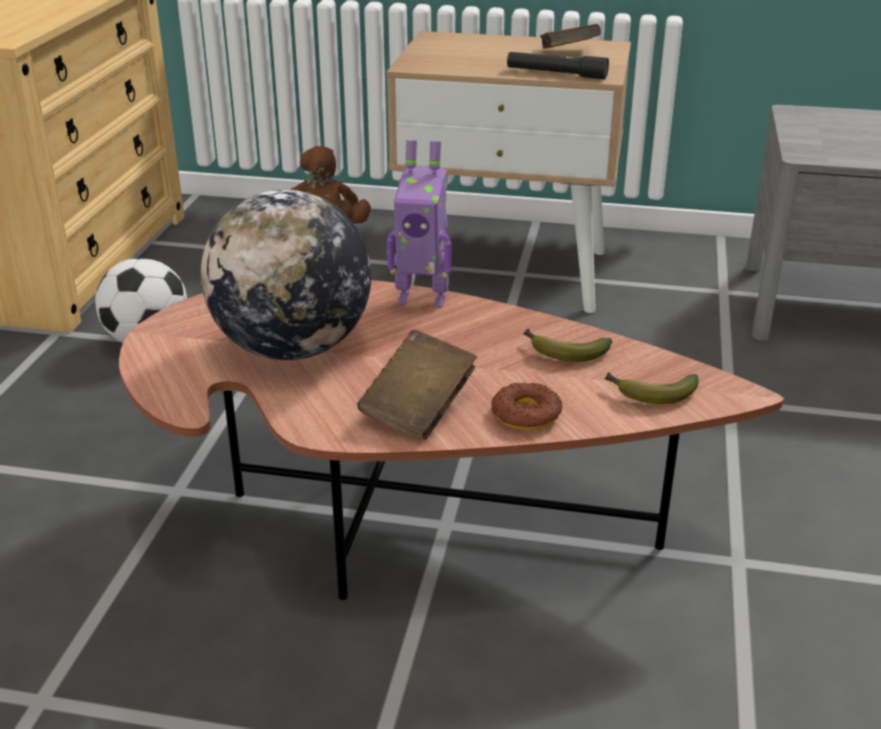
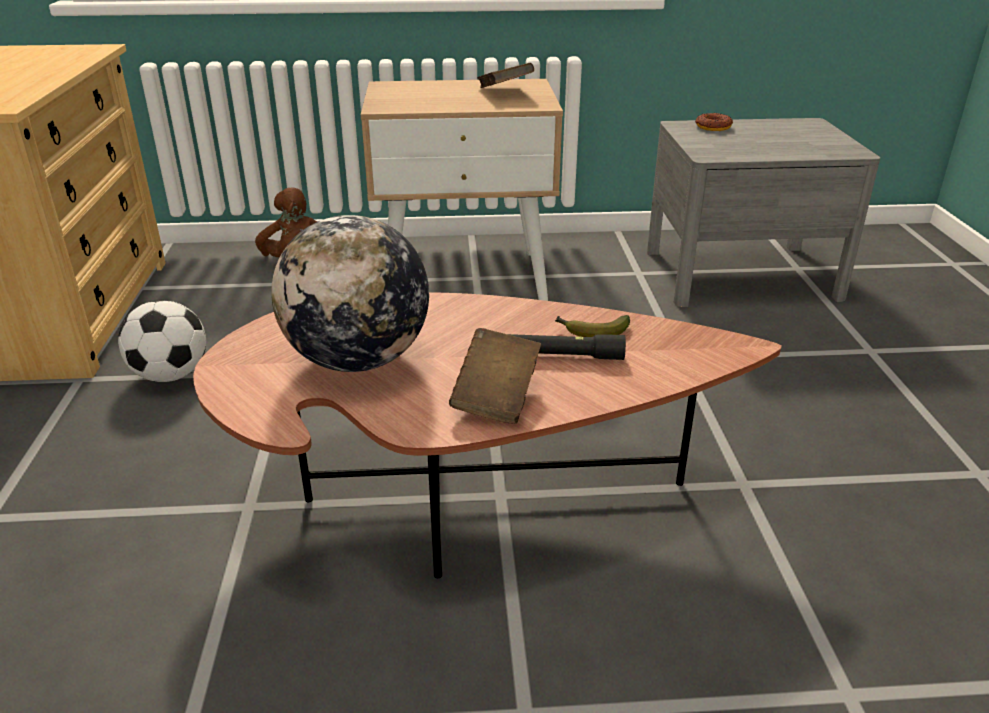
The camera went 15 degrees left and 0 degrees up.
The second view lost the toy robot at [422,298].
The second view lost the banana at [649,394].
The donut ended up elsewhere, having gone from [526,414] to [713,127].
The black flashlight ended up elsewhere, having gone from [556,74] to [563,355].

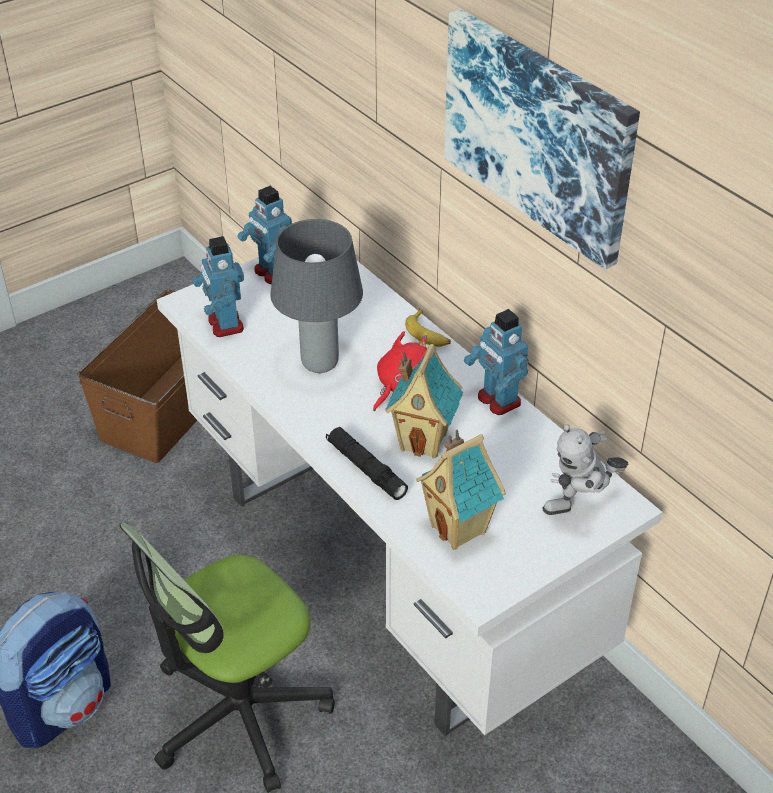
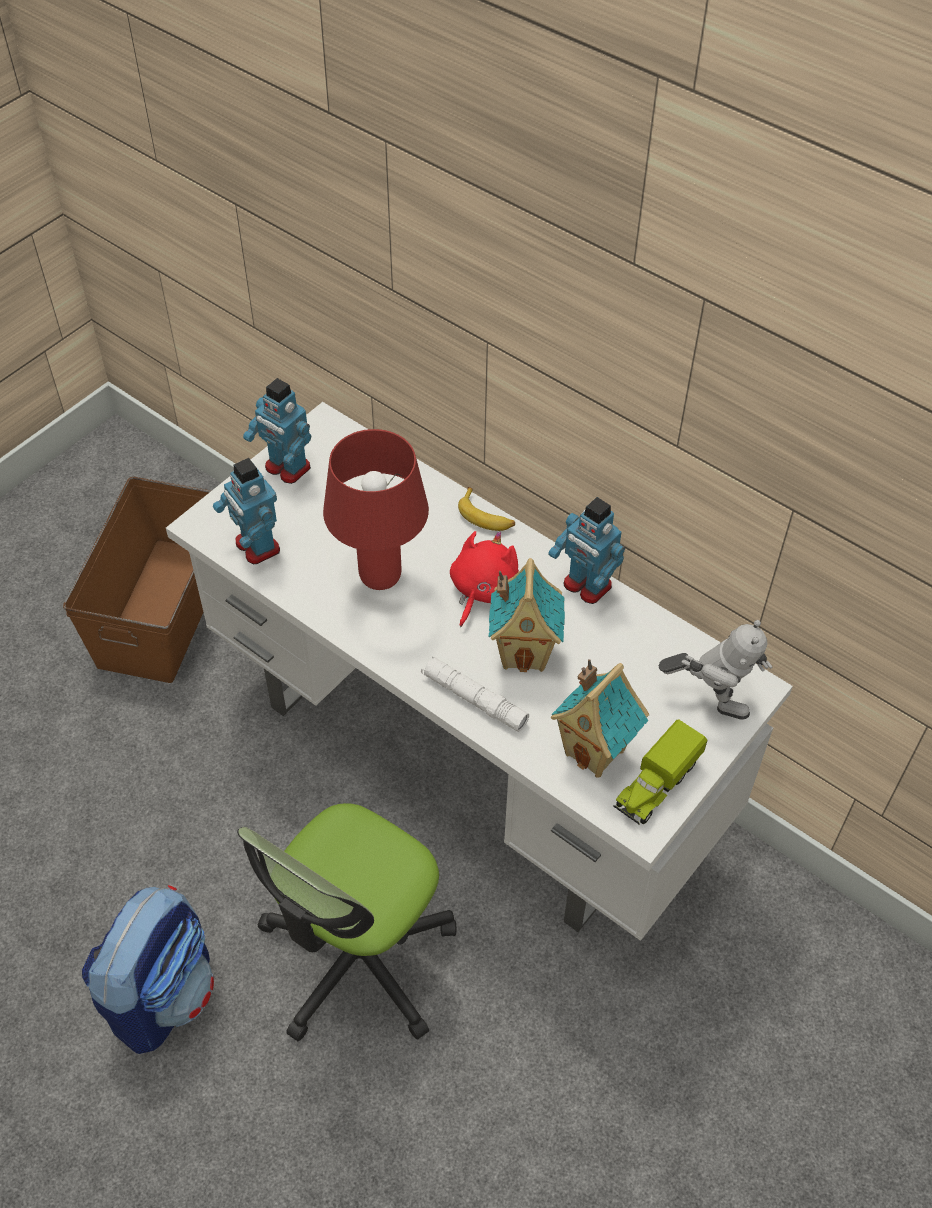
The camera went 15 degrees left and 10 degrees up.
The second view lost the picture at [539,134].
The second view gained the toy truck at [656,785].
What was the grey table lamp at [319,363] turned into the red table lamp at [379,577].
What was the black flashlight at [366,469] turned into the white flashlight at [474,699].
The toy robot at [580,508] ended up facing another way, 120 degrees counterclockwise from before.

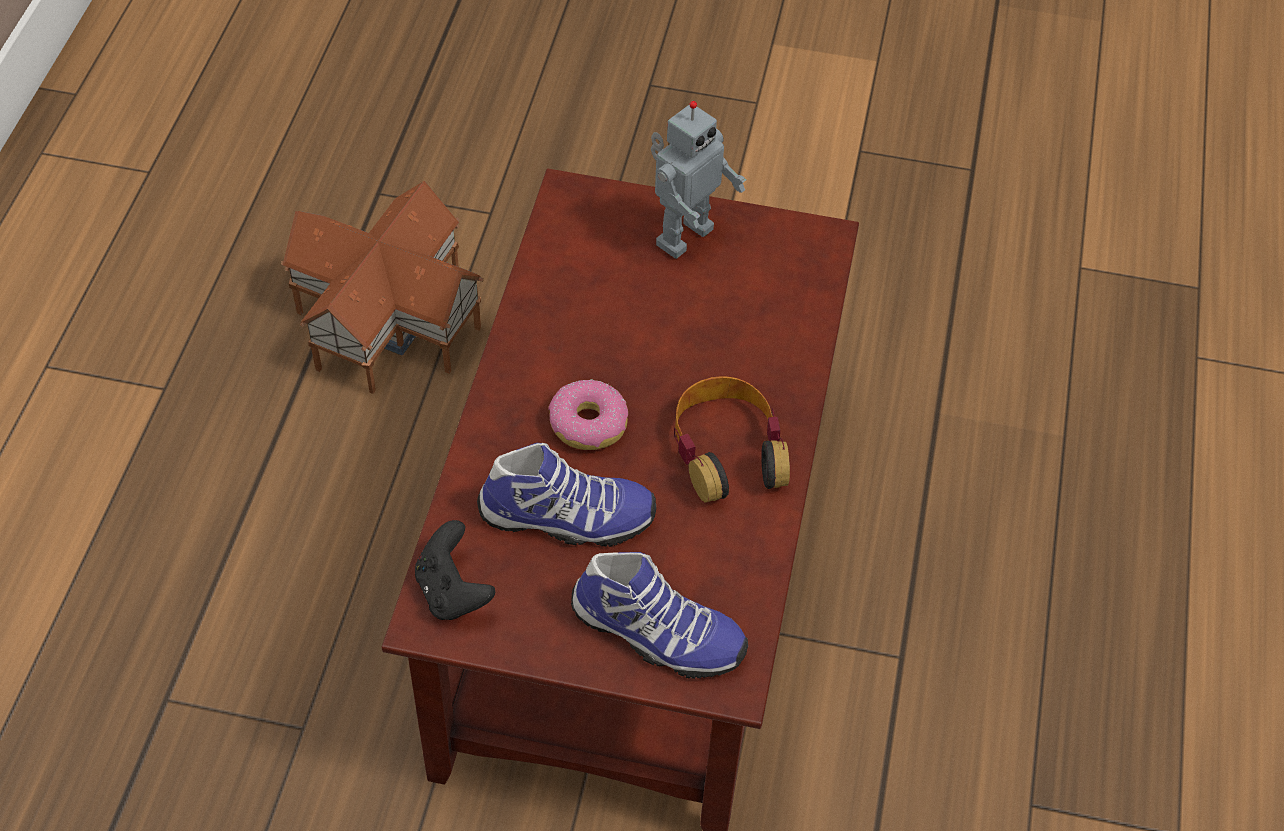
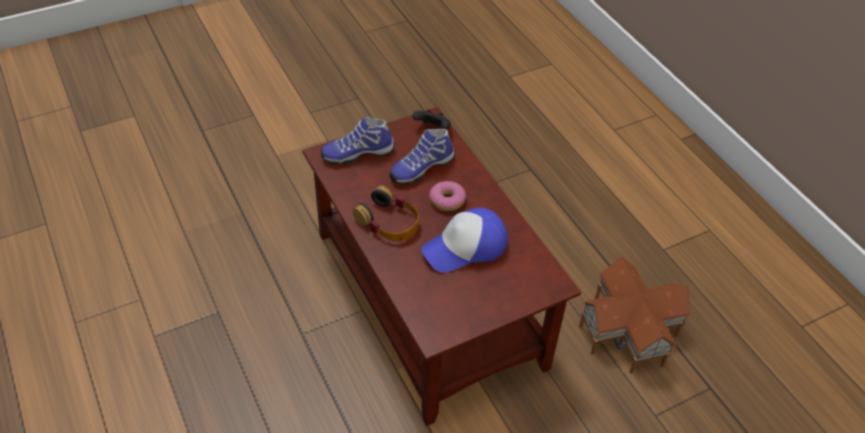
The camera went 140 degrees right and 5 degrees down.
The second view lost the toy robot at [682,235].
The second view gained the cap at [465,247].

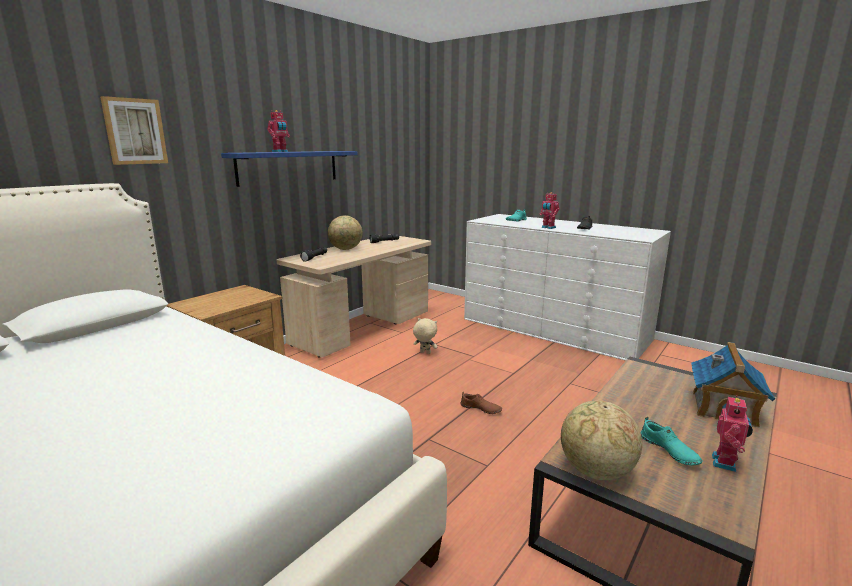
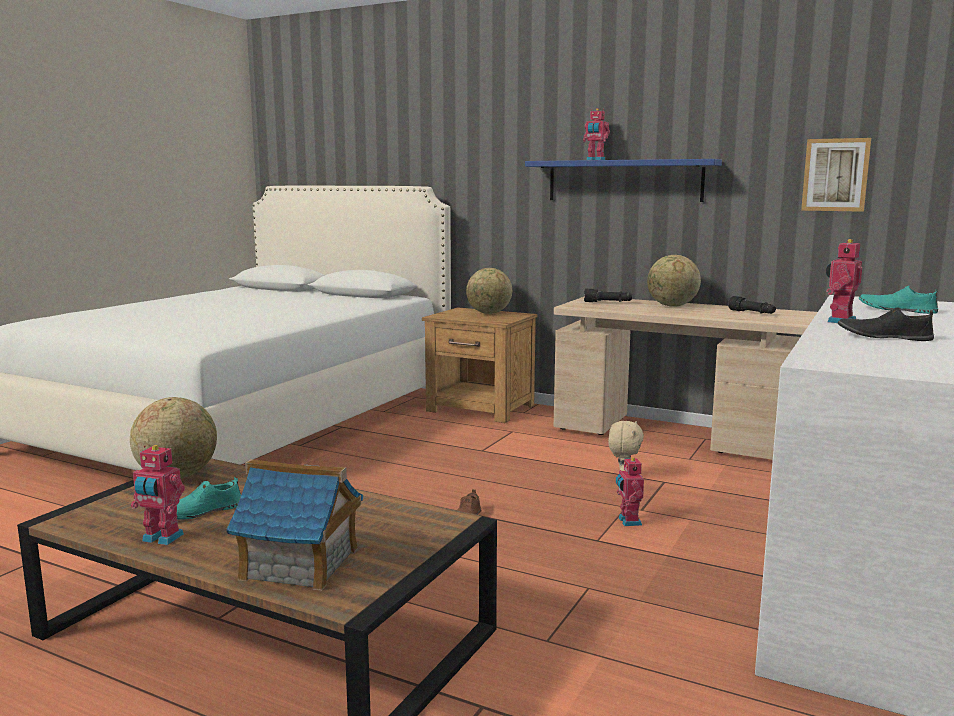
The camera went 80 degrees right and 5 degrees down.
The second view gained the globe at [489,313].
The second view gained the toy robot at [628,521].
The picture ended up elsewhere, having gone from [135,131] to [835,175].

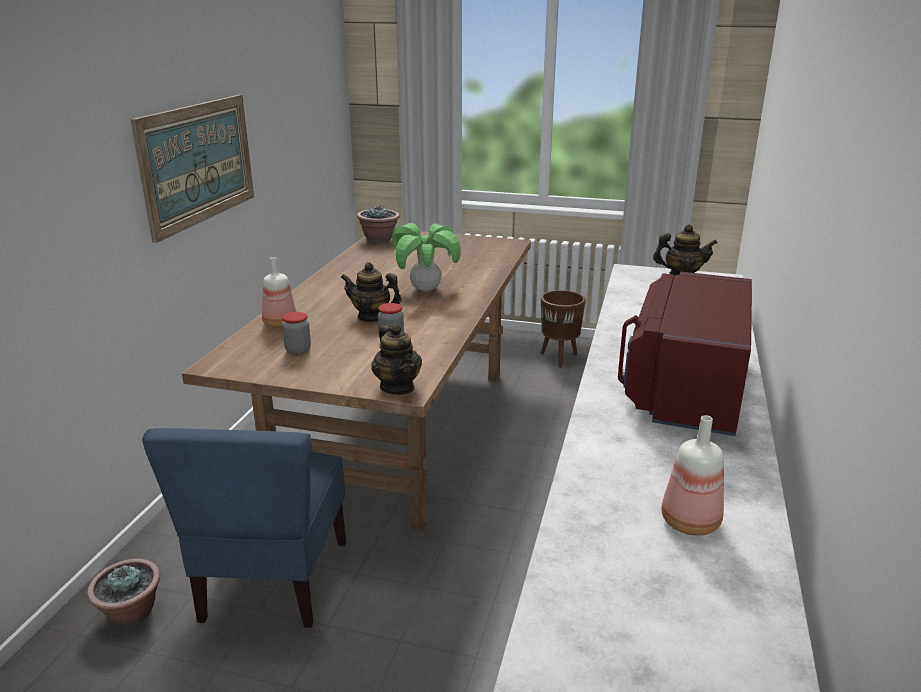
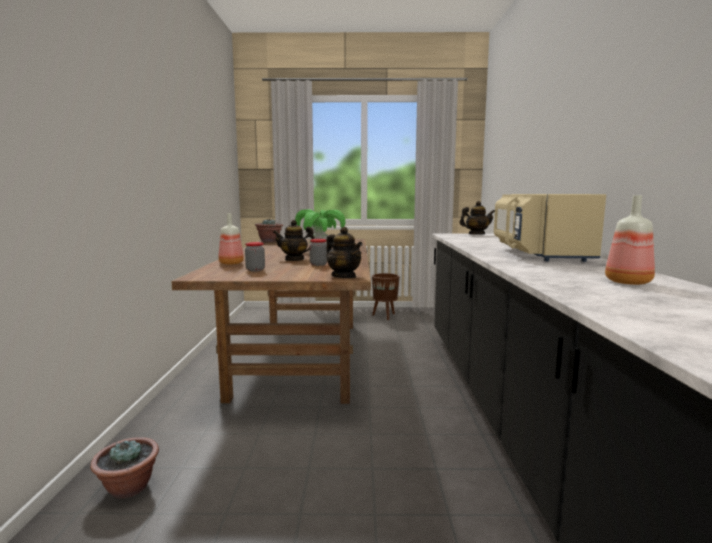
The camera went 15 degrees left and 15 degrees down.
The second view lost the picture at [198,163].
The second view lost the blue chair at [273,581].
What was the red microwave at [684,388] turned into the beige microwave at [538,254].

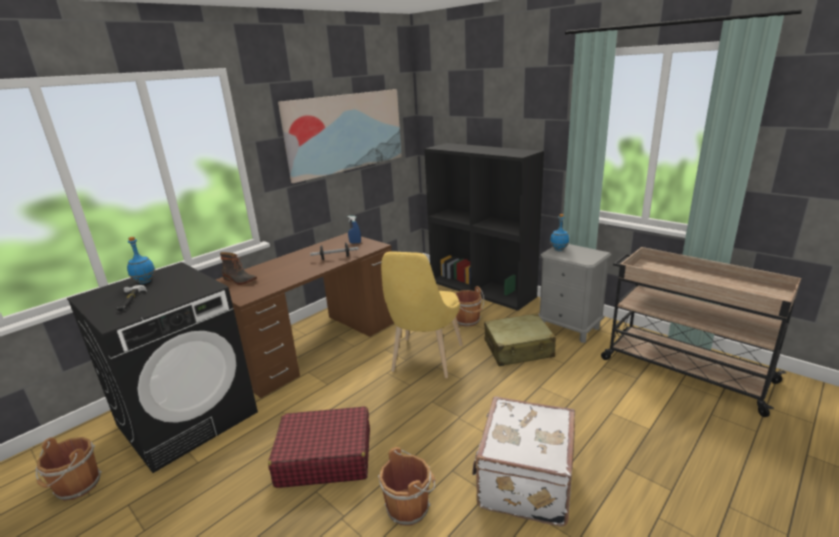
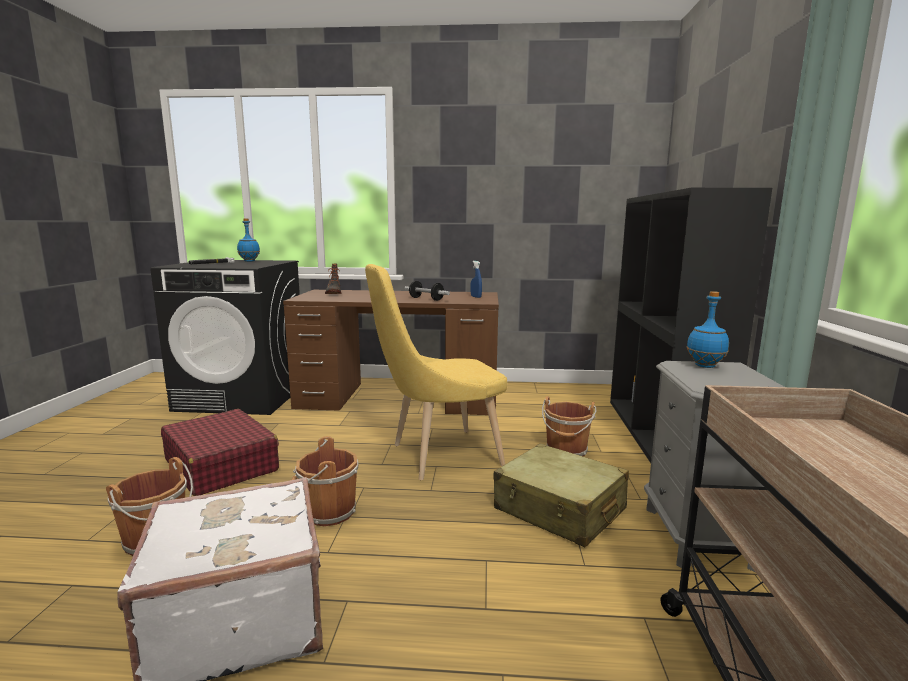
The camera went 50 degrees right and 10 degrees down.
The second view lost the picture at [346,132].
The brown bucket ended up elsewhere, having gone from [77,486] to [327,512].

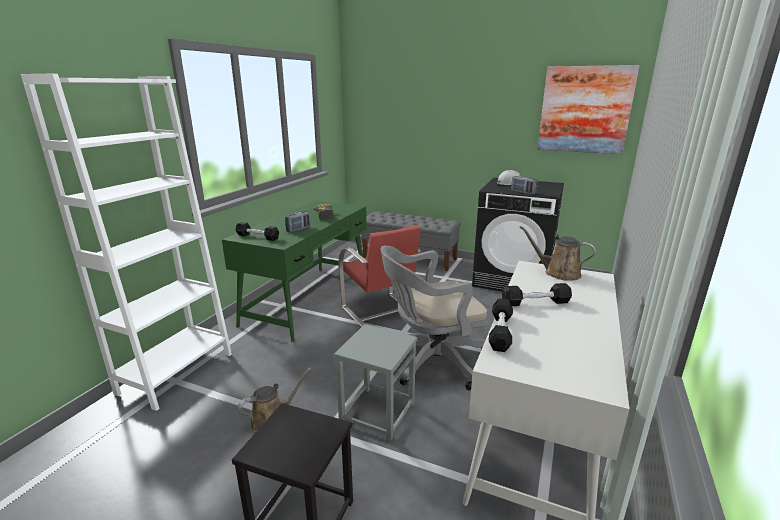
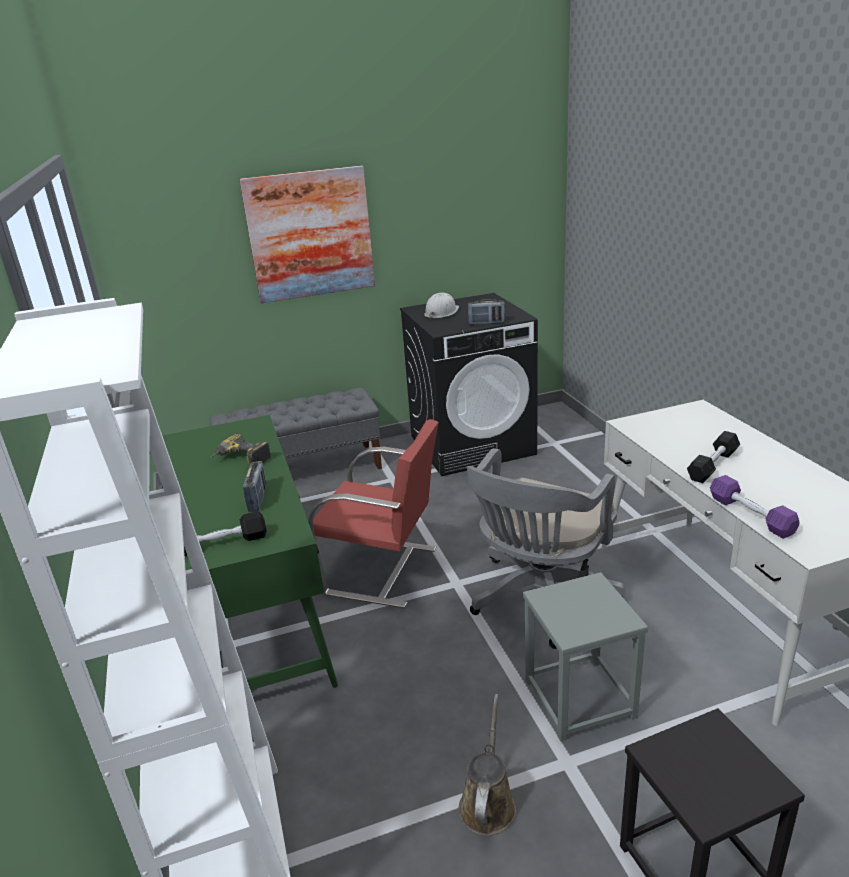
The camera went 40 degrees left and 5 degrees up.
The second view lost the brown watering can at [558,273].
The picture ended up elsewhere, having gone from [584,110] to [310,234].
What was the black dumbbell at [500,332] turned into the purple dumbbell at [751,515].

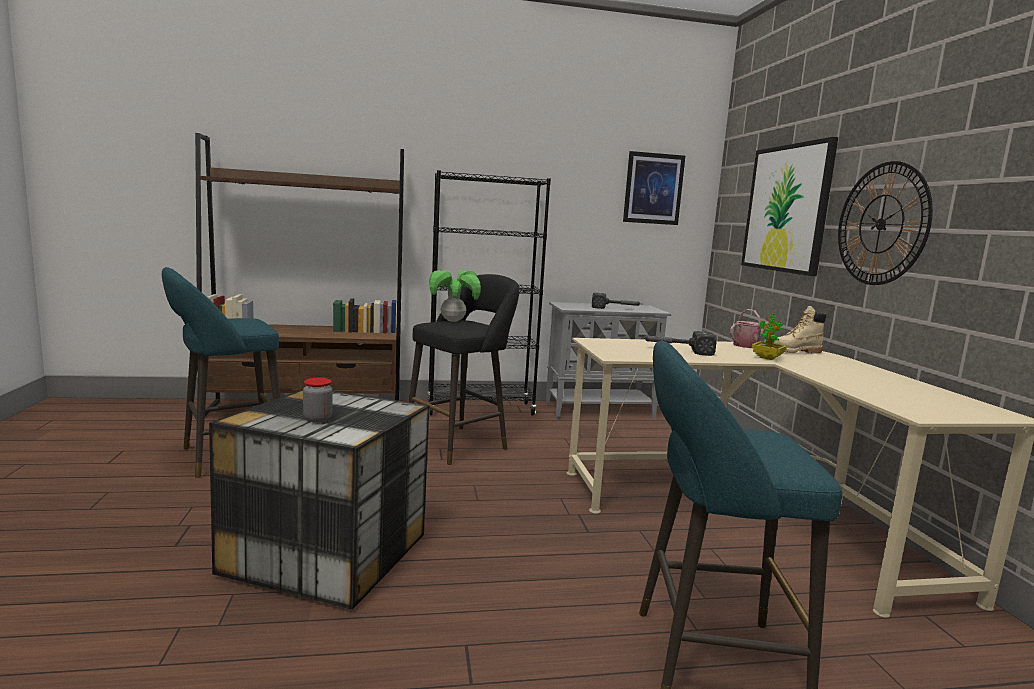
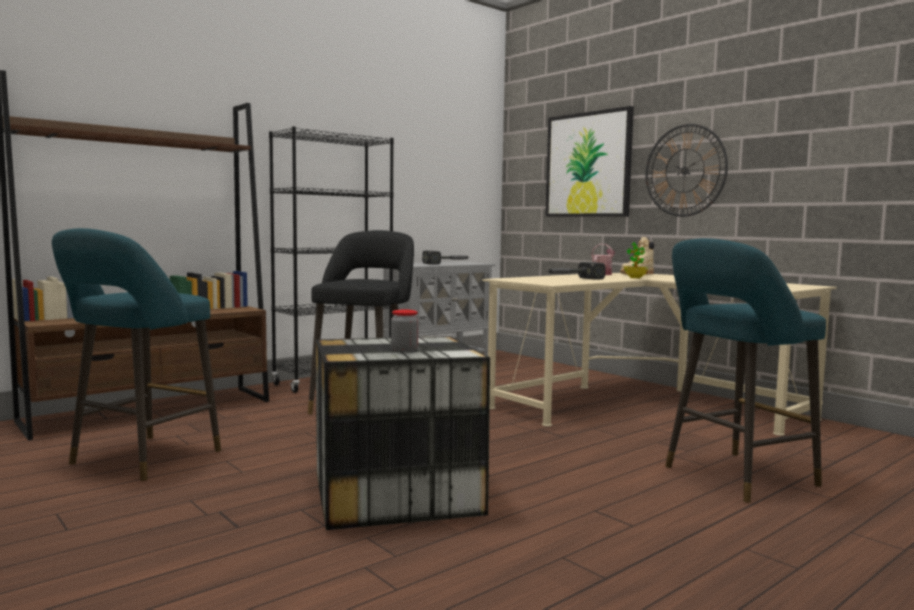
The camera went 30 degrees left and 5 degrees down.
The second view lost the potted plant at [453,321].
The second view lost the picture at [653,188].

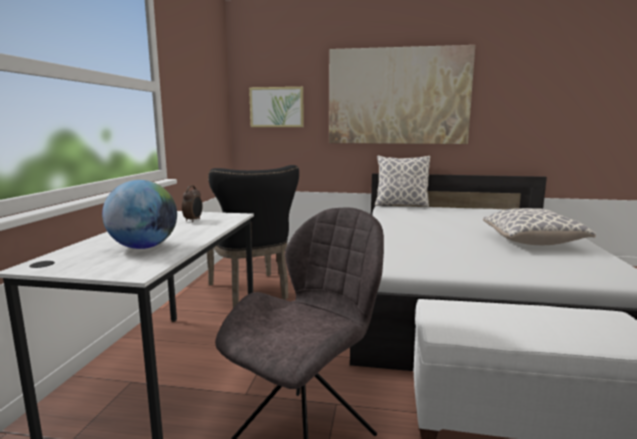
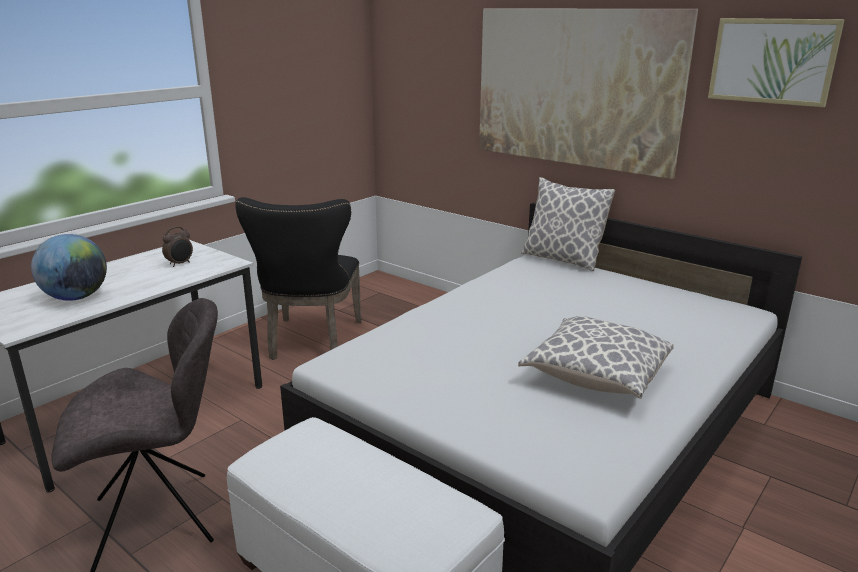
The camera went 30 degrees right and 10 degrees up.
The picture ended up elsewhere, having gone from [276,107] to [772,61].

